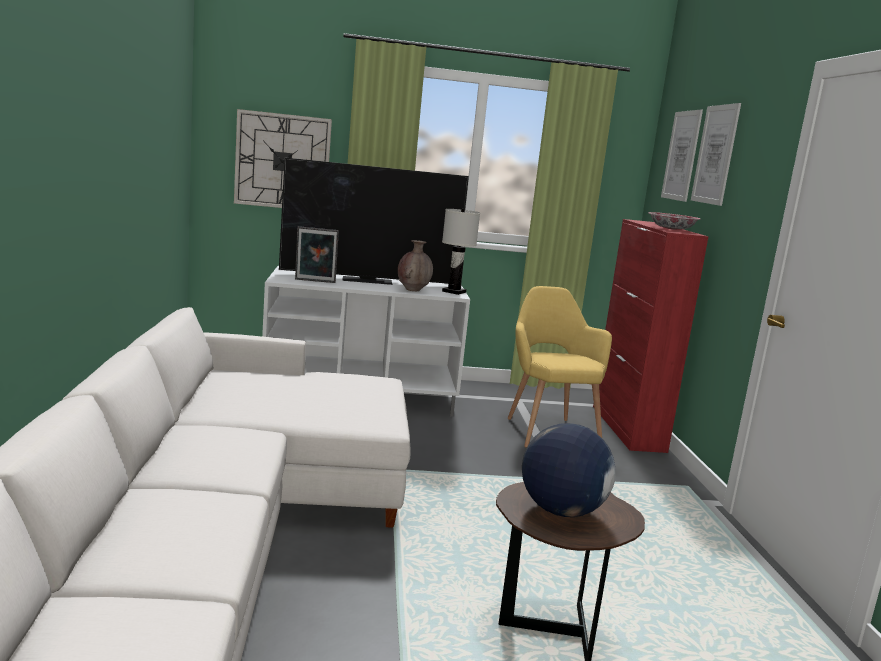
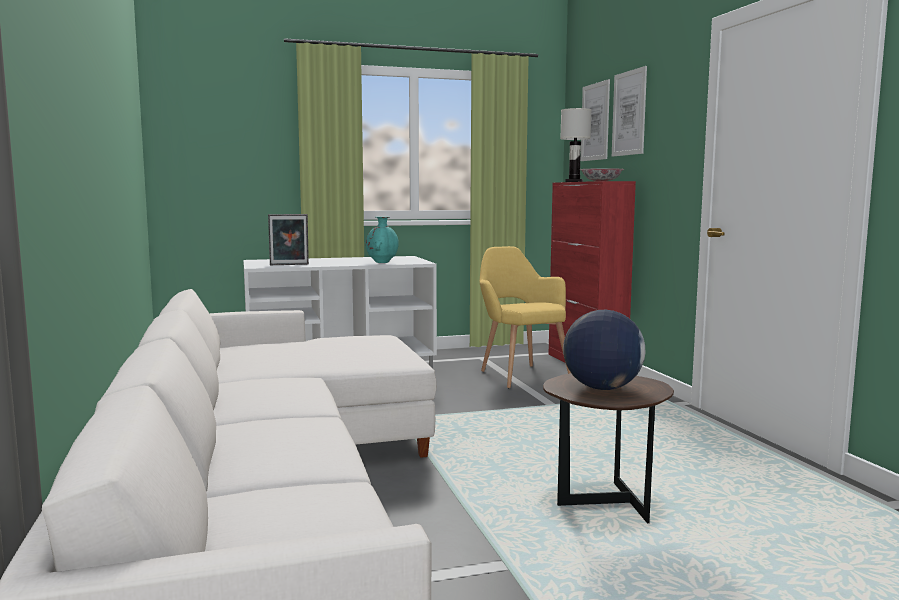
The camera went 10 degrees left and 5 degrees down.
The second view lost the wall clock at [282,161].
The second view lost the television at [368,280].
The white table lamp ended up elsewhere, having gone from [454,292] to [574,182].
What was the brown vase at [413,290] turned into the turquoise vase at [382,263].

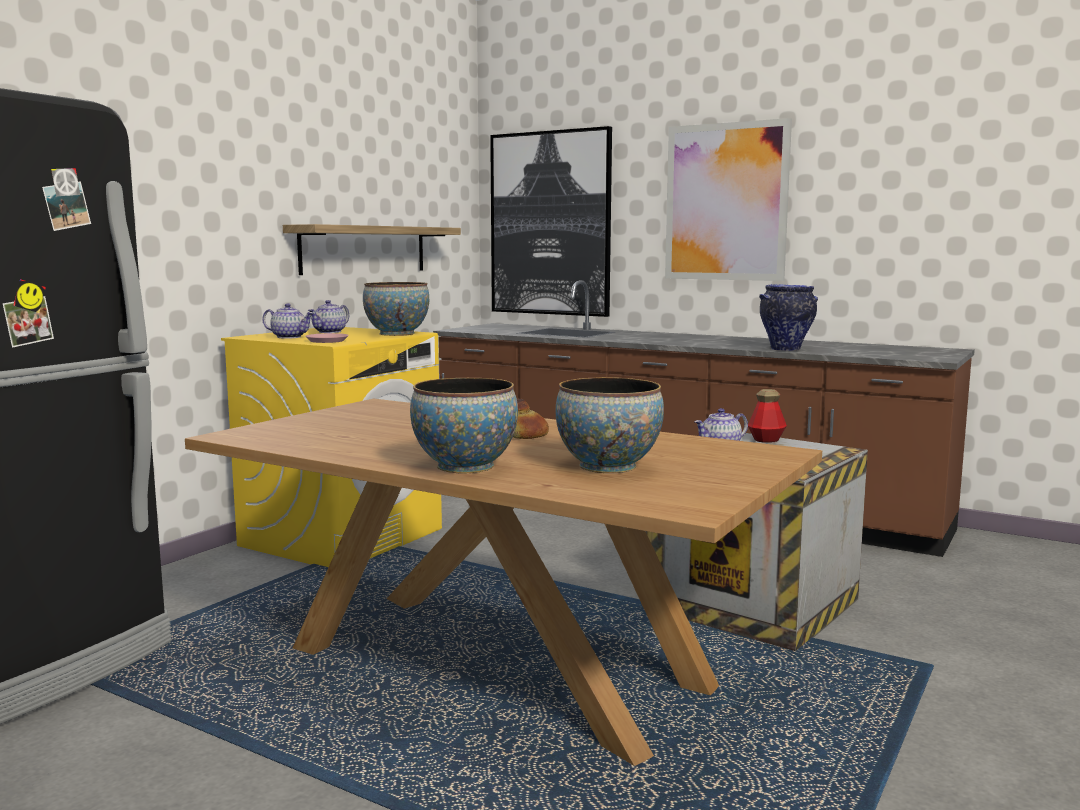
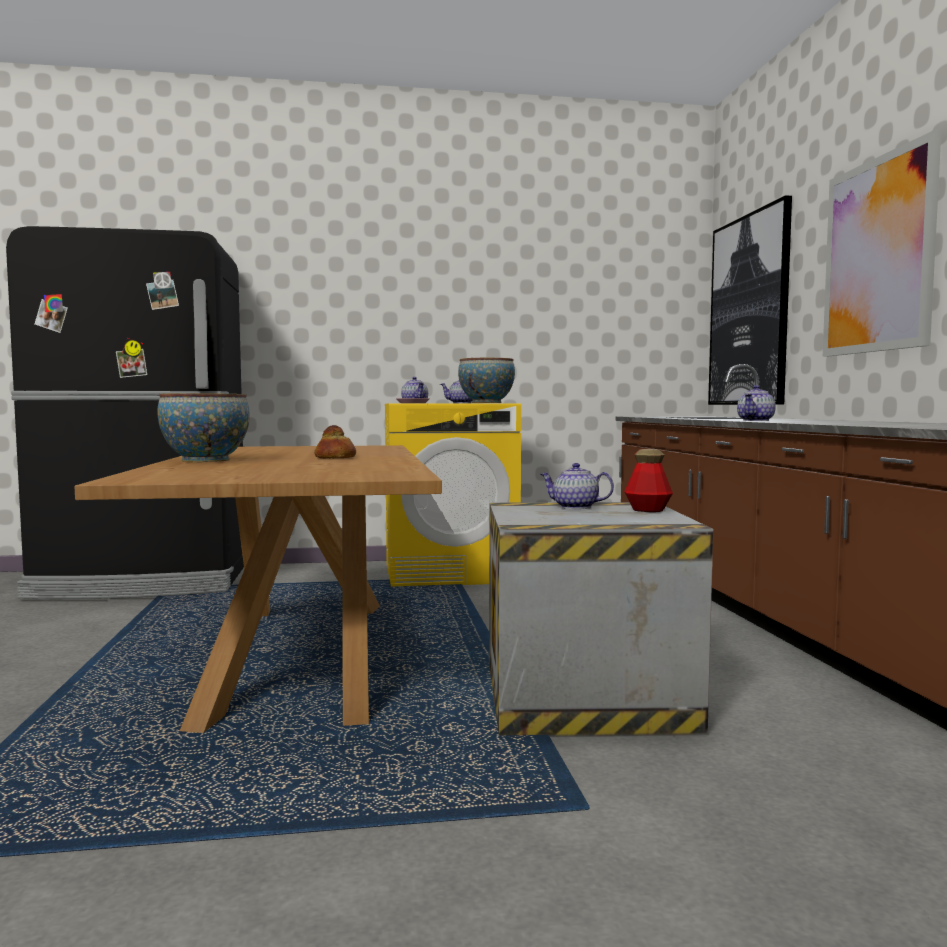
The camera went 50 degrees right and 5 degrees down.
The second view lost the shelf at [364,249].
The second view lost the bowl at [608,466].
The second view lost the vase at [786,349].
The second view gained the teapot at [756,420].

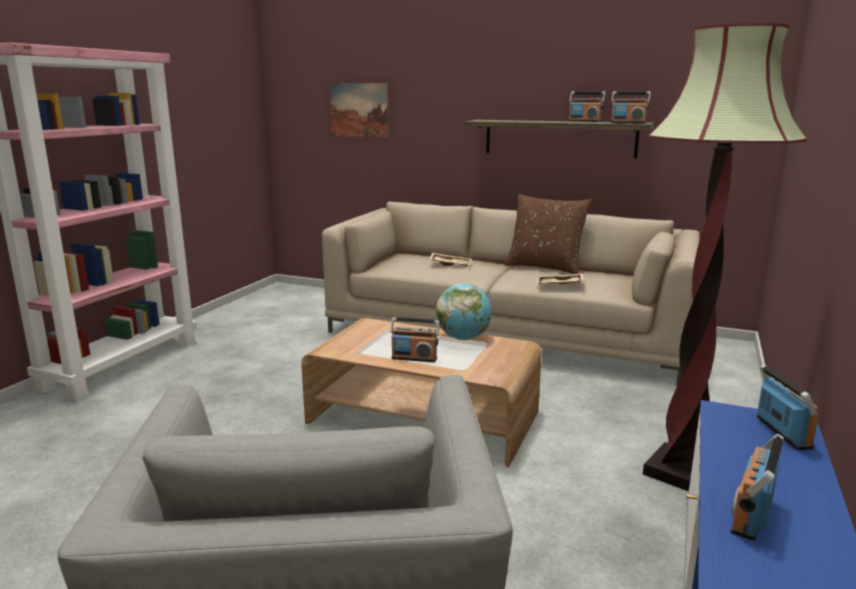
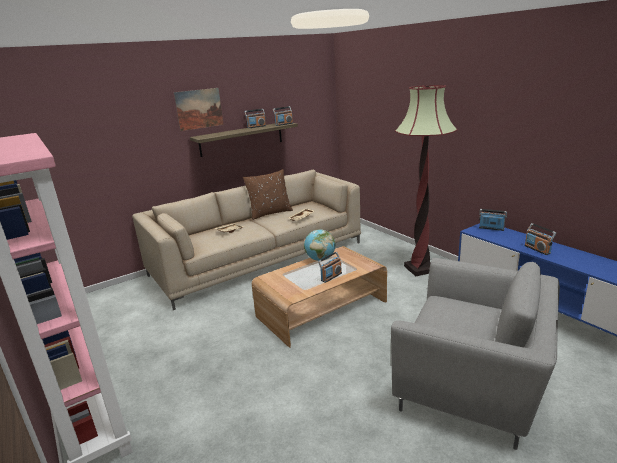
The camera went 55 degrees left and 5 degrees up.
The picture ended up elsewhere, having gone from [359,110] to [199,109].

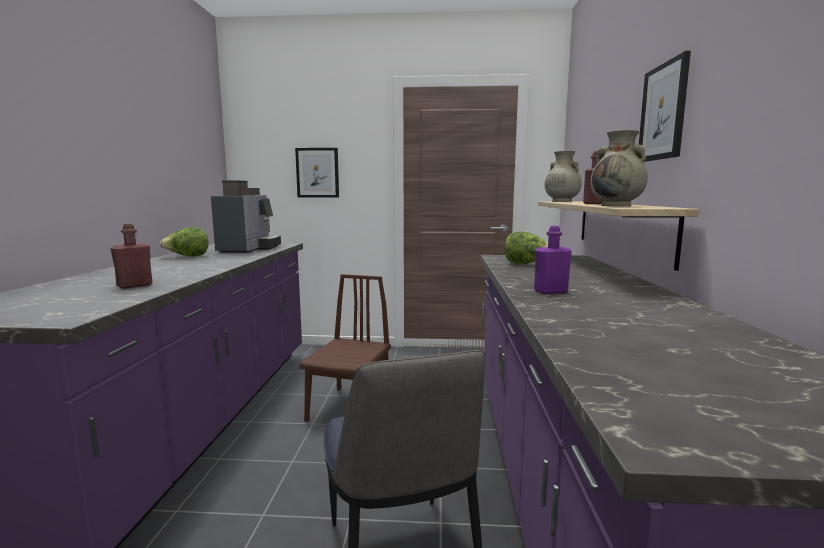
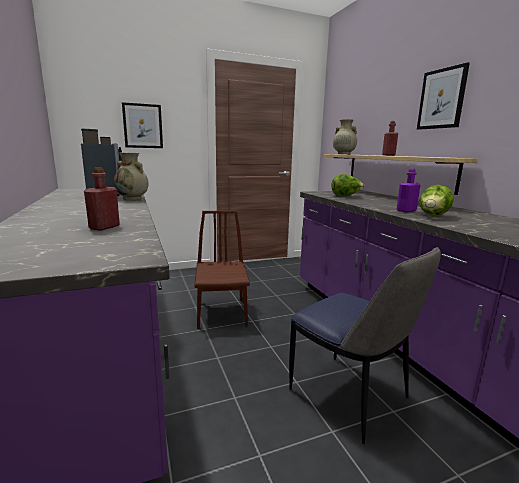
The camera went 25 degrees left and 5 degrees up.
The lettuce ended up elsewhere, having gone from [187,256] to [433,216].
The beige vase ended up elsewhere, having gone from [616,205] to [132,199].

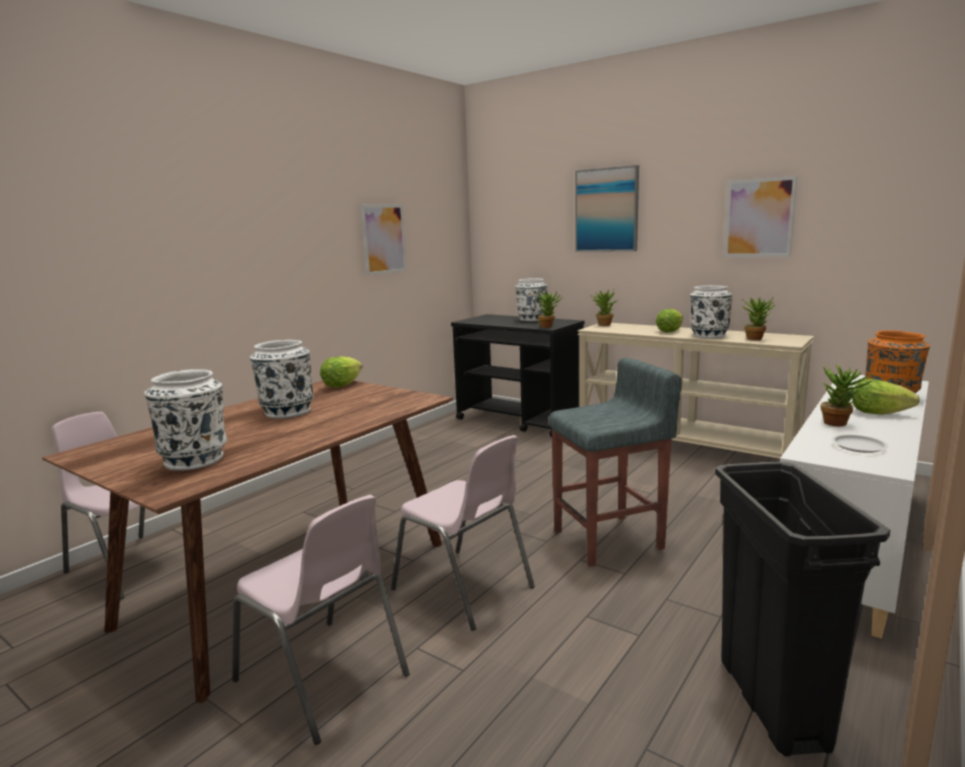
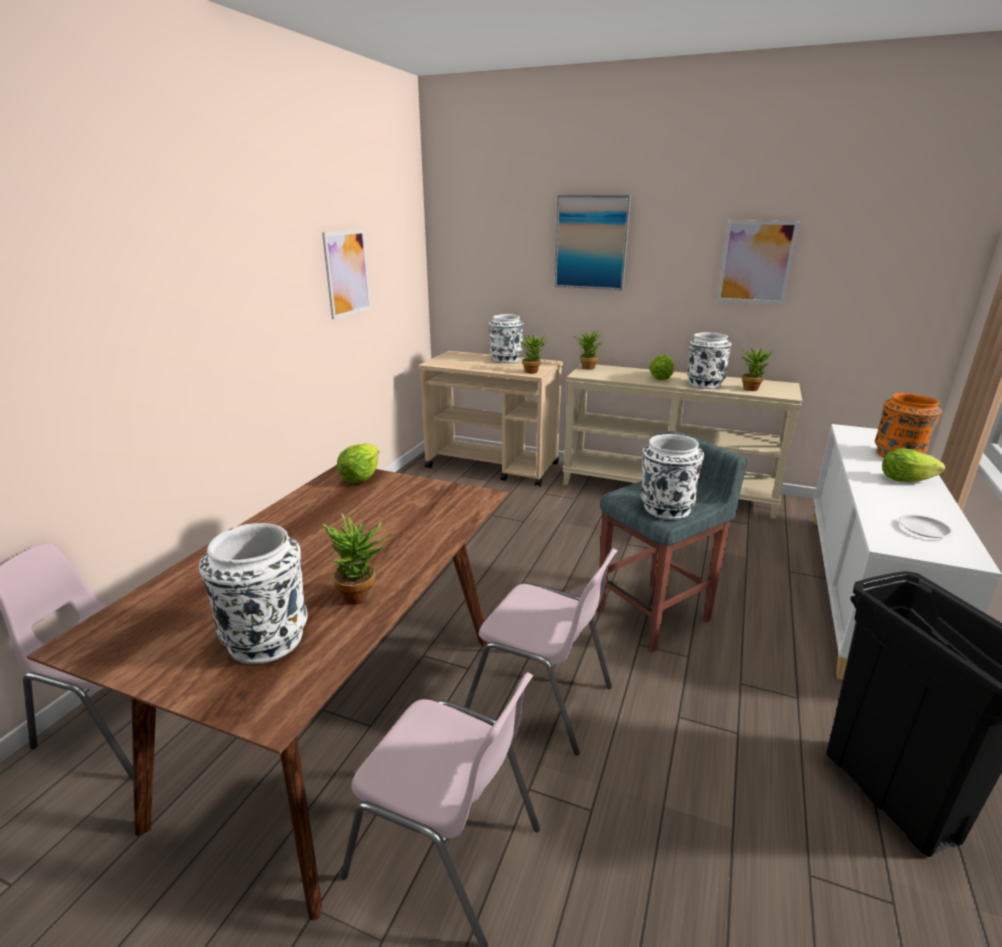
The camera went 15 degrees left and 10 degrees up.
The white vase ended up elsewhere, having gone from [286,412] to [665,509].
The potted plant ended up elsewhere, having gone from [840,423] to [363,596].
What was the black cart at [520,420] turned into the beige cart at [493,466].

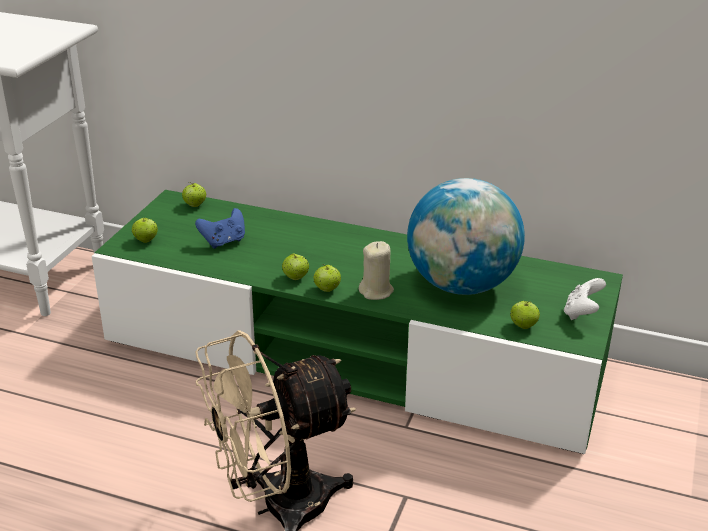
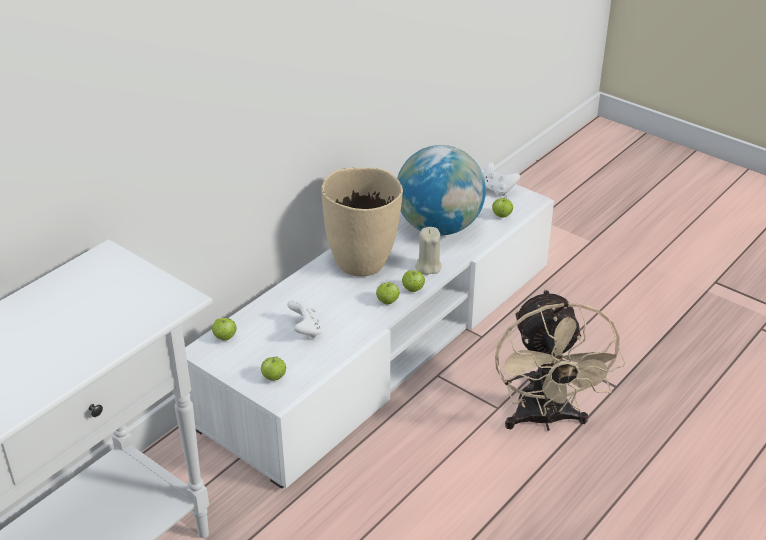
The camera went 70 degrees left and 5 degrees up.
The second view gained the beige vase at [362,262].
What was the green tv stand at [353,355] turned into the white tv stand at [383,341].
What was the blue game controller at [224,241] turned into the white game controller at [305,330].

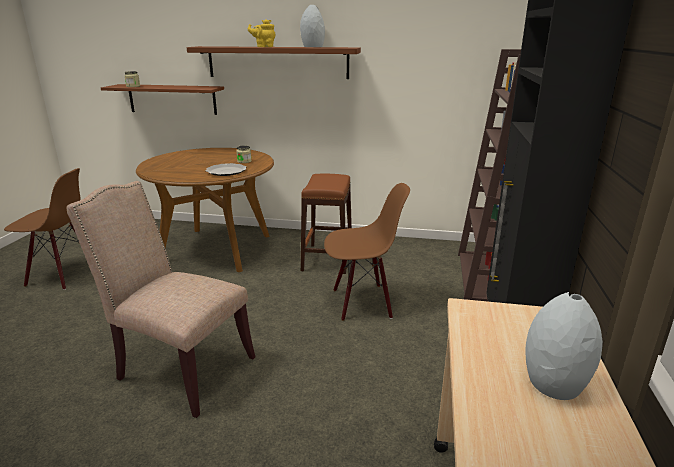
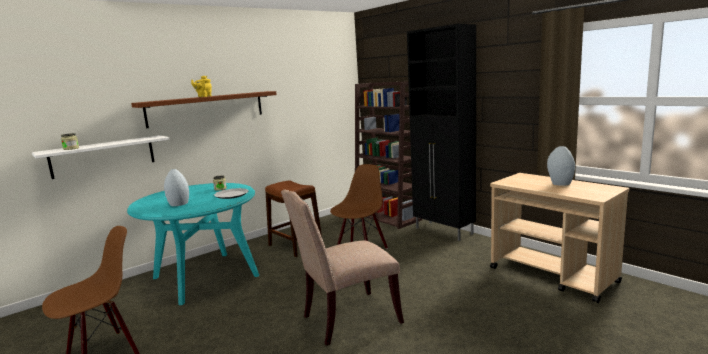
The camera went 50 degrees left and 10 degrees down.
The grey vase ended up elsewhere, having gone from [312,47] to [178,204].
What was the brown shelf at [172,99] turned into the white shelf at [103,156].
What was the brown dining table at [216,249] turned into the turquoise dining table at [205,276].

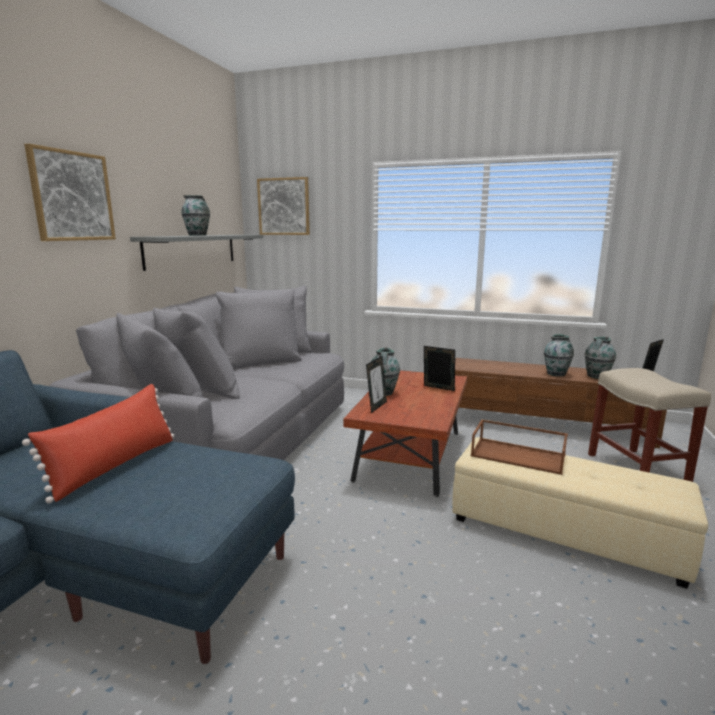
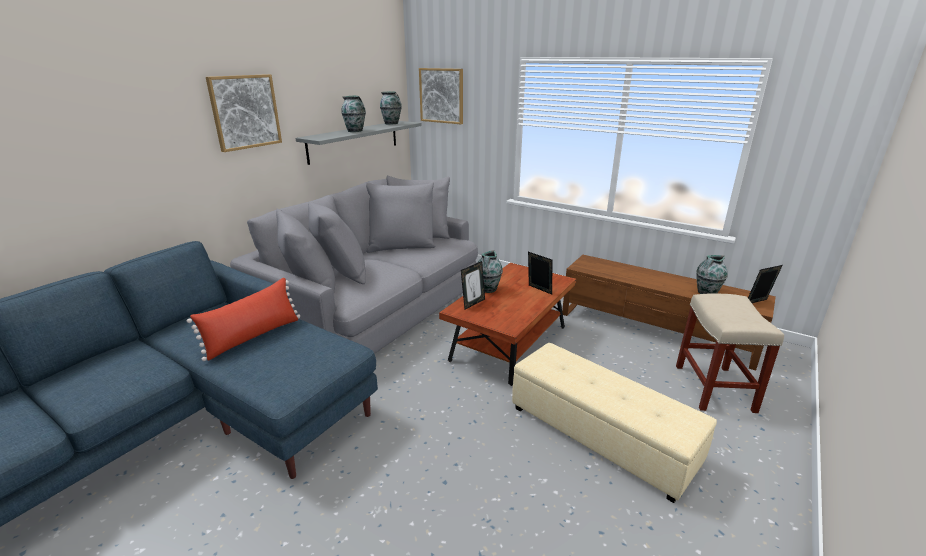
The camera went 15 degrees right and 10 degrees up.
The second view lost the brown tray at [519,455].
The vase ended up elsewhere, having gone from [556,374] to [392,123].

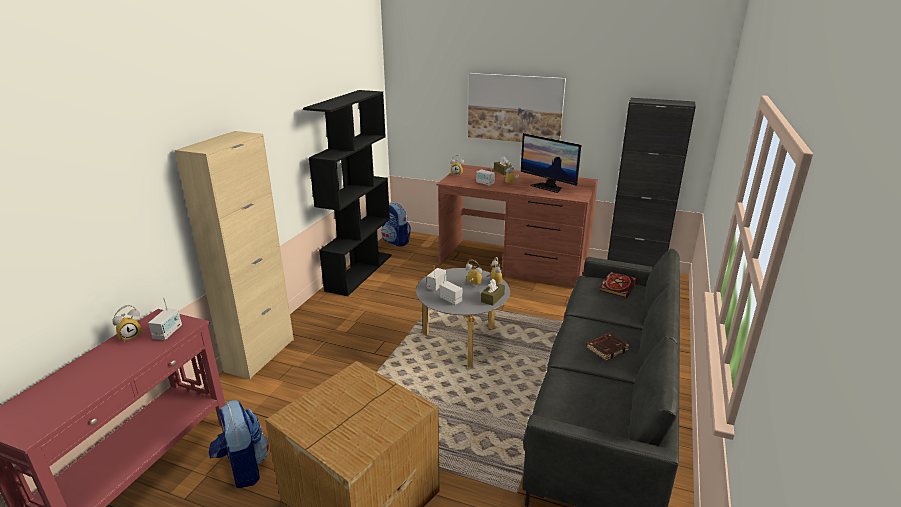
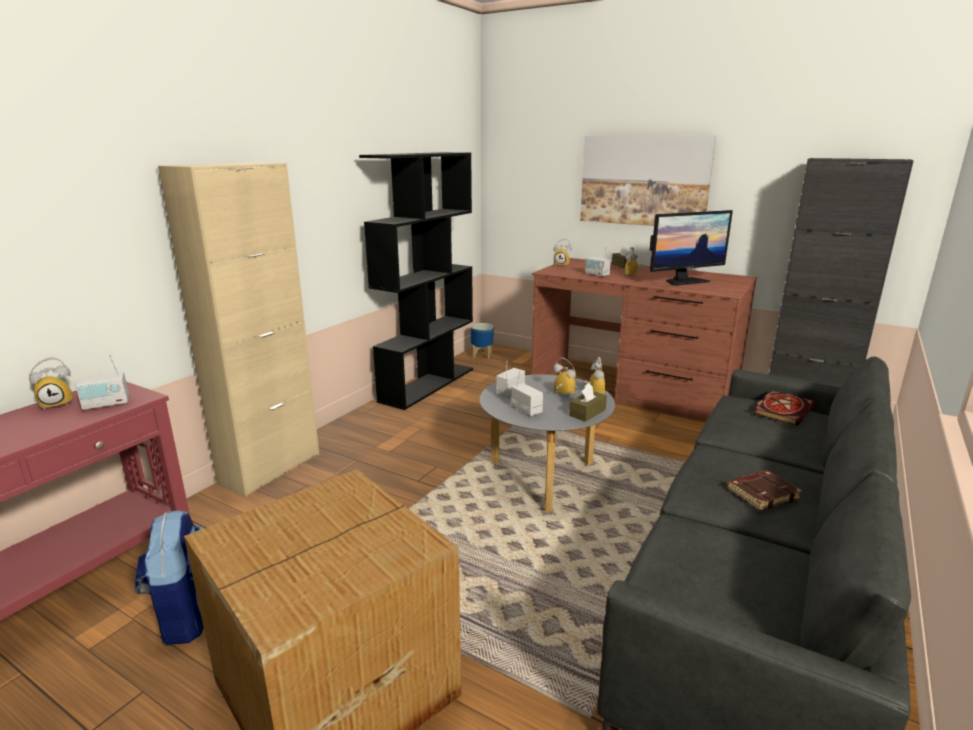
The camera went 10 degrees right and 5 degrees down.
Where the backpack stood at [395,241], the planter came to stand at [482,355].
The radio at [168,332] ended up facing another way, 45 degrees clockwise from before.
The monitor at [548,187] ended up facing another way, 75 degrees counterclockwise from before.

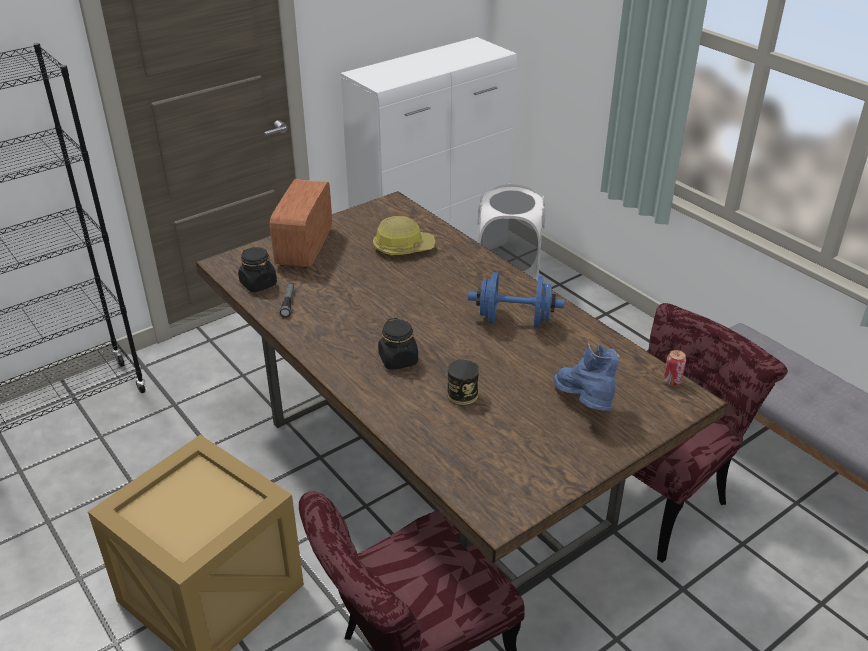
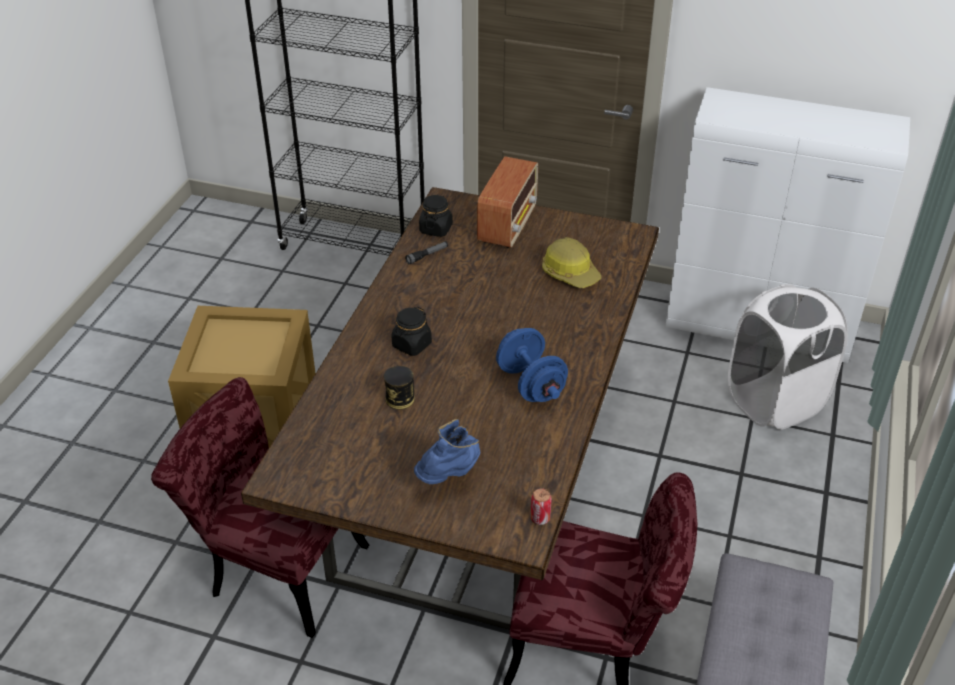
The camera went 55 degrees right and 5 degrees up.
The radio at [304,248] ended up facing another way, 135 degrees clockwise from before.

